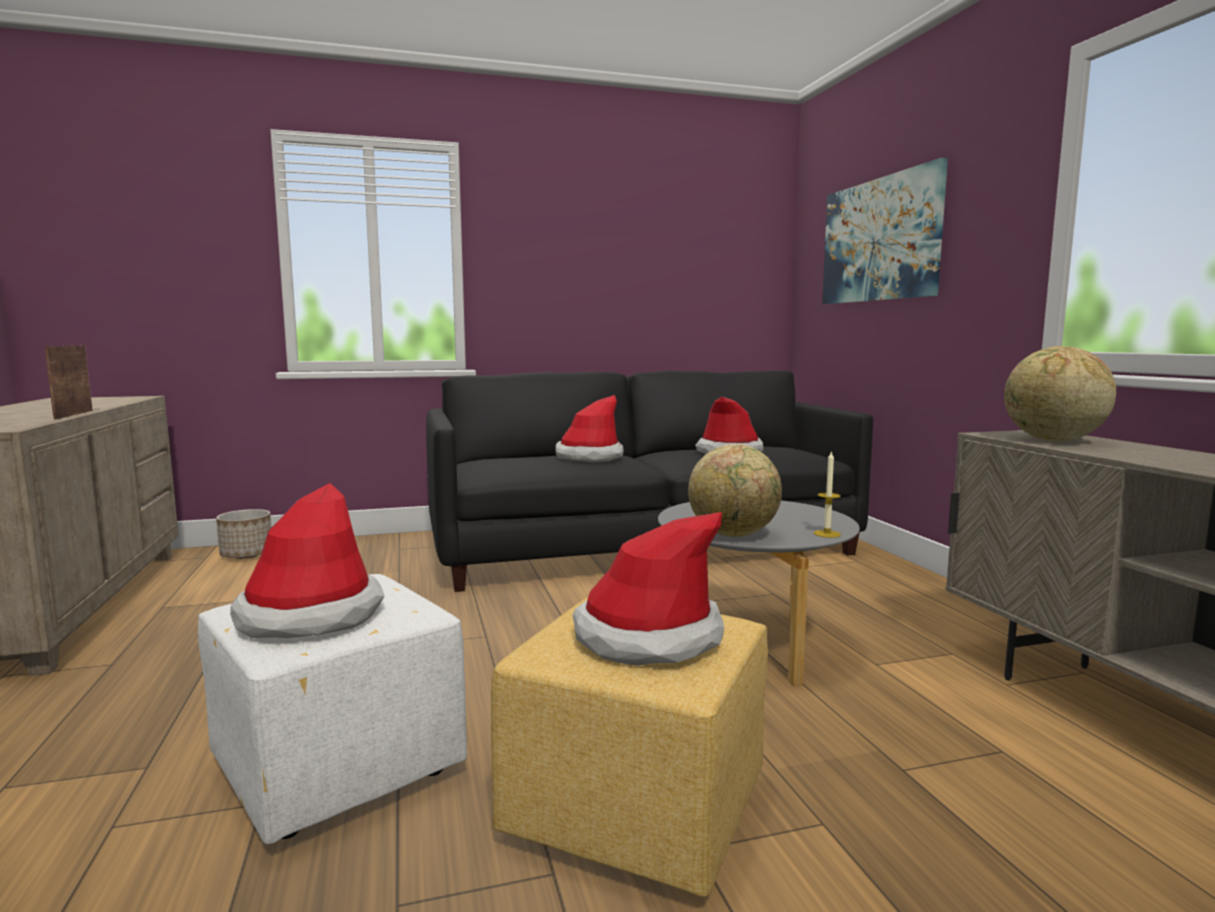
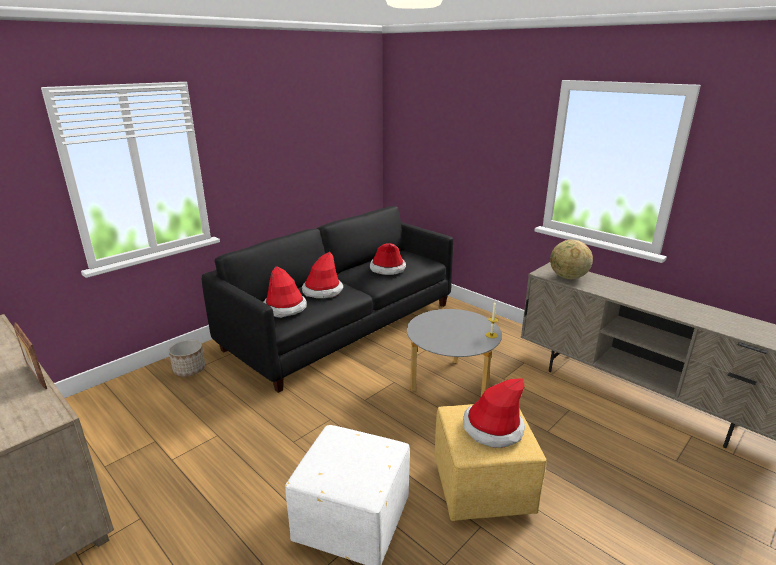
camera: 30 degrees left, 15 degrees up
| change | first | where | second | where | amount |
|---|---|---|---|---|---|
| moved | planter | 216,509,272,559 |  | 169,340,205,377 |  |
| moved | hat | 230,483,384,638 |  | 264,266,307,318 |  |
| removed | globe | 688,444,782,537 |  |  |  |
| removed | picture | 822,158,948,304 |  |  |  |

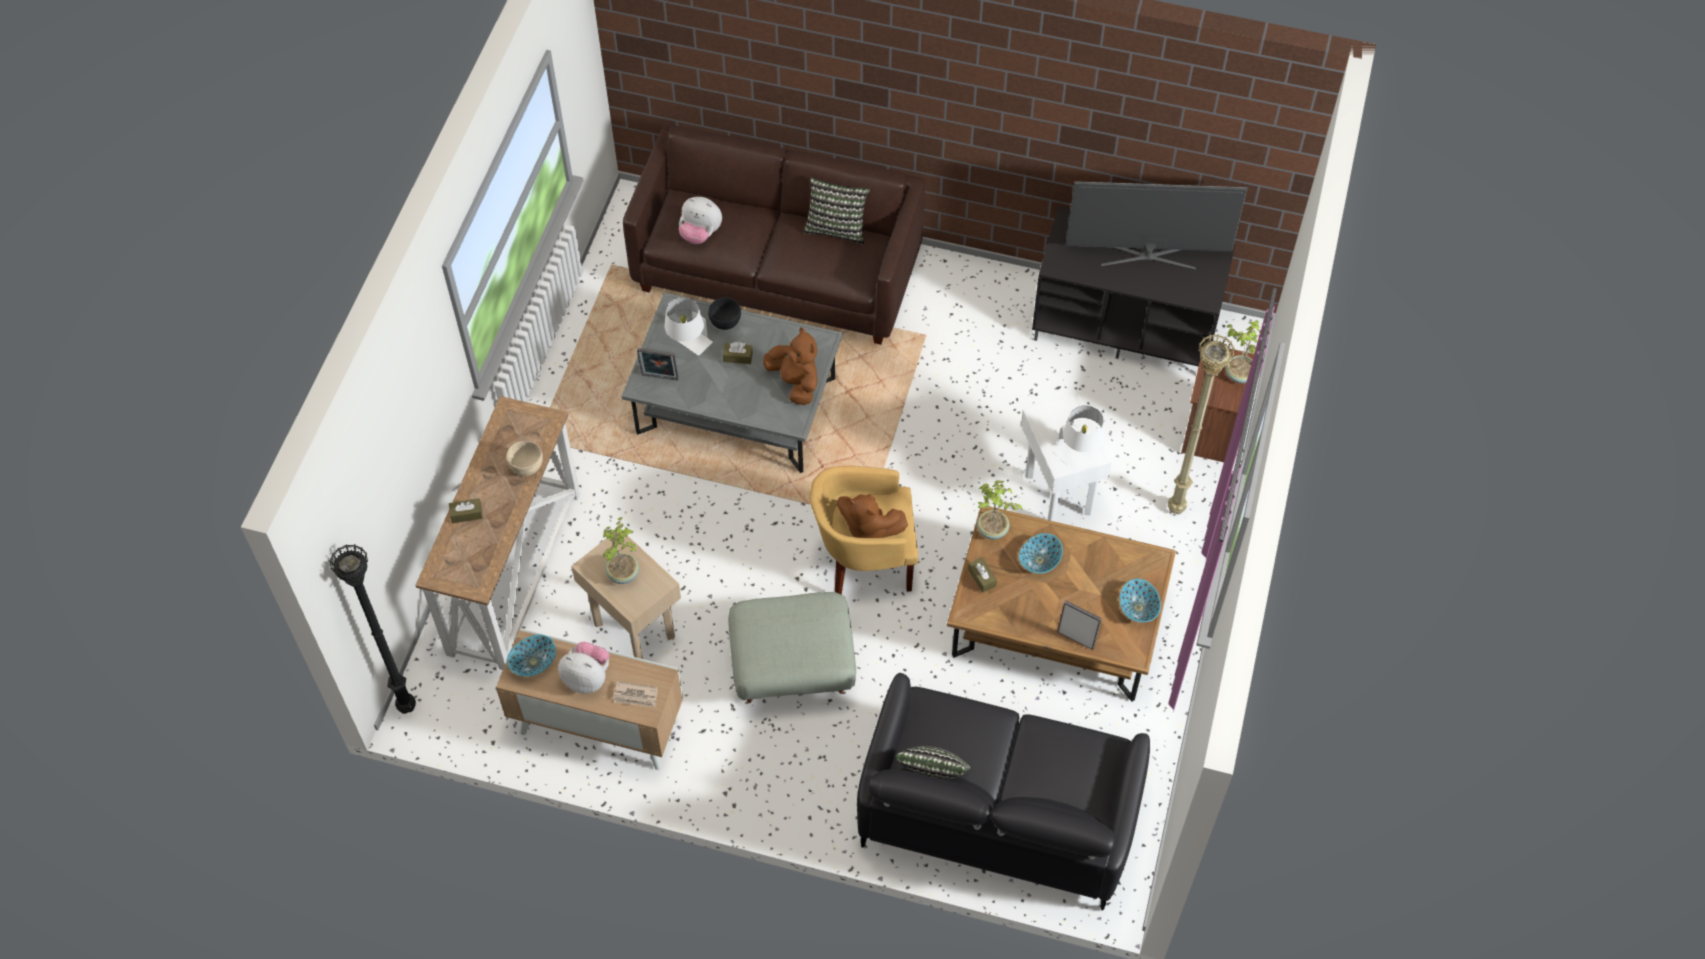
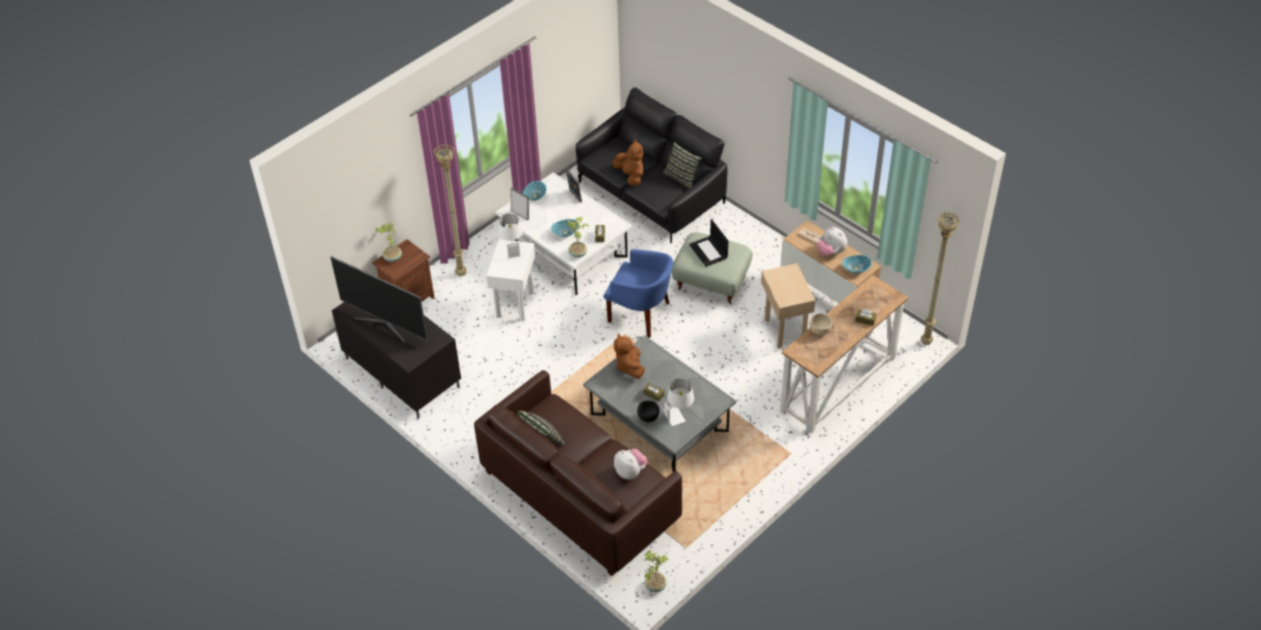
camera: 150 degrees left, 10 degrees down
| change | first | where | second | where | amount |
|---|---|---|---|---|---|
| recoloured | brown coffee table | 947,506,1176,701 | white coffee table | 495,172,632,295 |  |
| moved | picture frame | 637,348,679,380 |  | 511,188,529,220 |  |
| recoloured | yellow armchair | 810,466,918,595 | blue armchair | 604,249,673,338 |  |
| moved | brown plush toy | 837,494,908,538 |  | 612,139,644,186 |  |
| moved | potted plant | 602,517,639,584 |  | 644,550,668,592 |  |
| added |  |  | laptop | 689,219,728,267 |  |
| recoloured | black floor lamp | 329,544,416,714 | beige floor lamp | 921,212,960,345 |  |

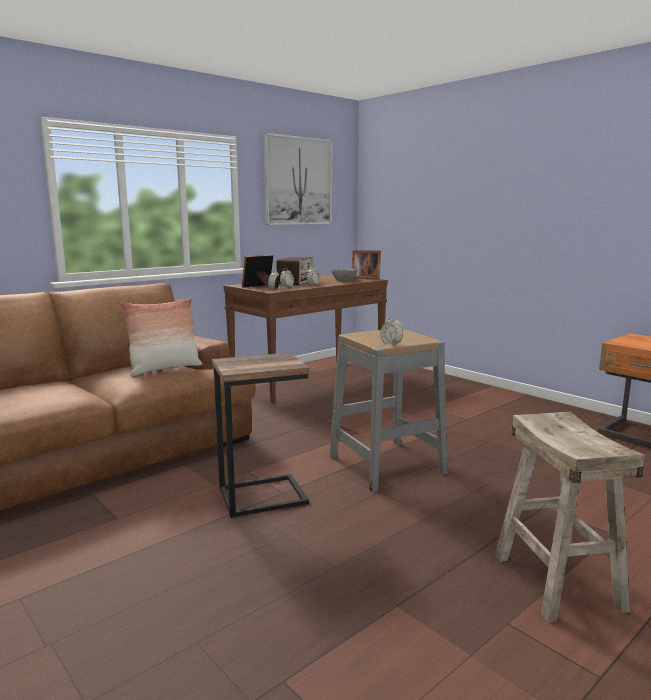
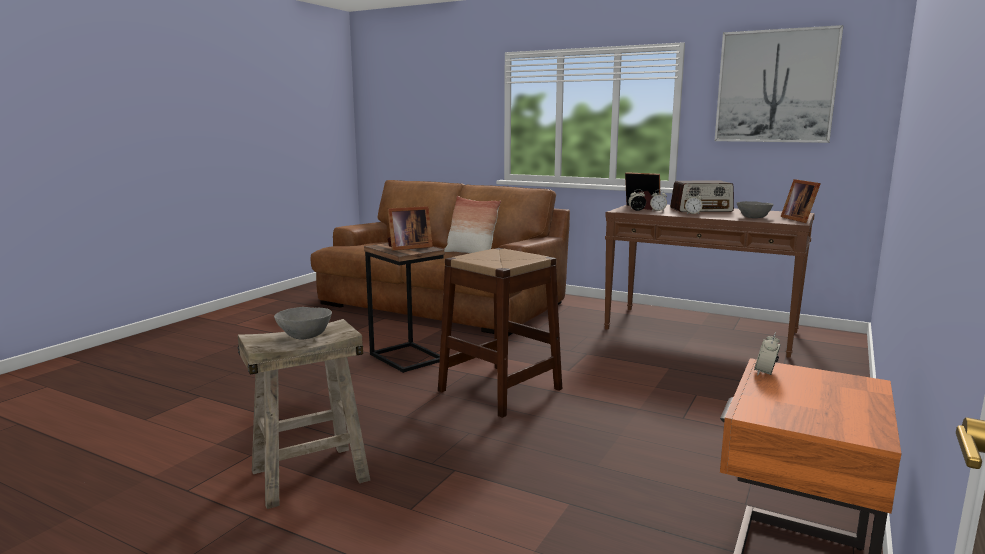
camera: 70 degrees right, 0 degrees up
| change | first | where | second | where | amount |
|---|---|---|---|---|---|
| added |  |  | grey bowl | 274,307,332,340 |  |
| added |  |  | picture frame | 387,206,433,251 |  |
| recoloured | grey stool | 329,329,448,492 | brown stool | 438,248,562,418 |  |
| moved | alarm clock | 380,316,403,346 |  | 754,332,781,376 |  |

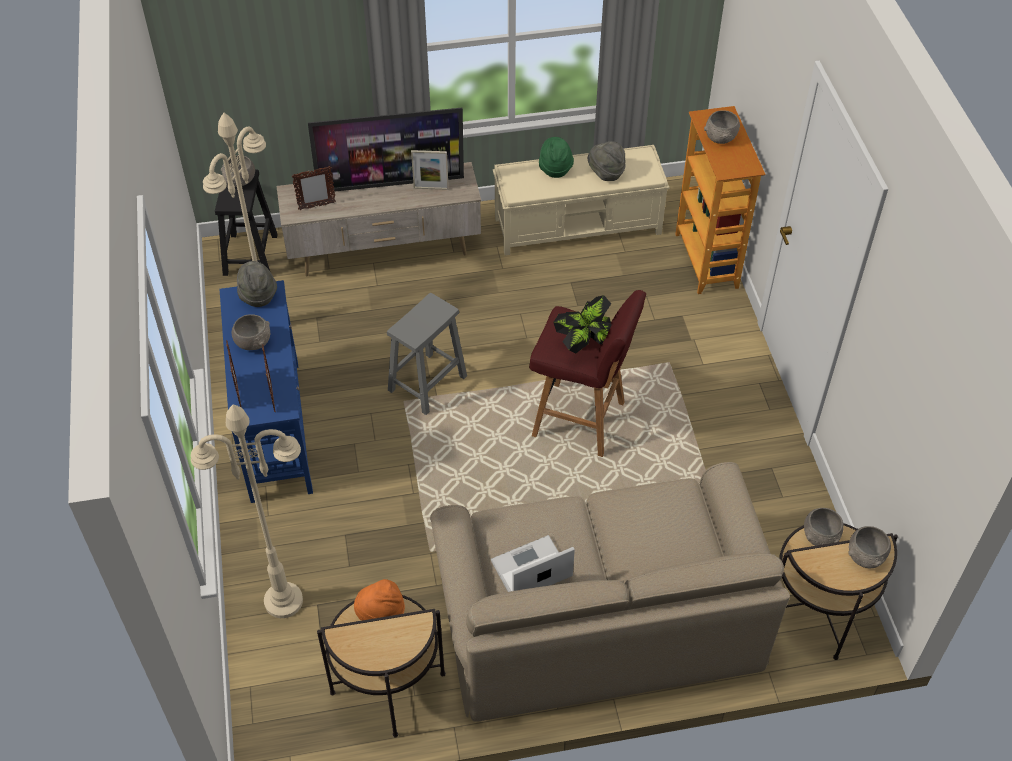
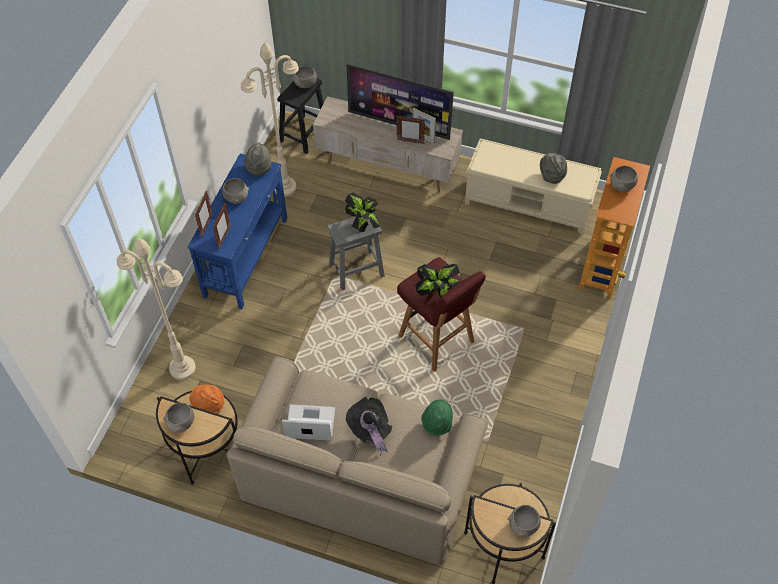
camera: 30 degrees right, 5 degrees up
| change | first | where | second | where | amount |
|---|---|---|---|---|---|
| moved | grey bowl | 804,508,844,546 |  | 163,403,195,432 |  |
| added |  |  | potted plant | 345,193,380,233 |  |
| added |  |  | black hat | 346,397,392,456 |  |
| moved | picture frame | 292,166,336,210 |  | 396,115,425,144 |  |
| moved | green hat | 539,137,574,178 |  | 421,399,453,436 |  |

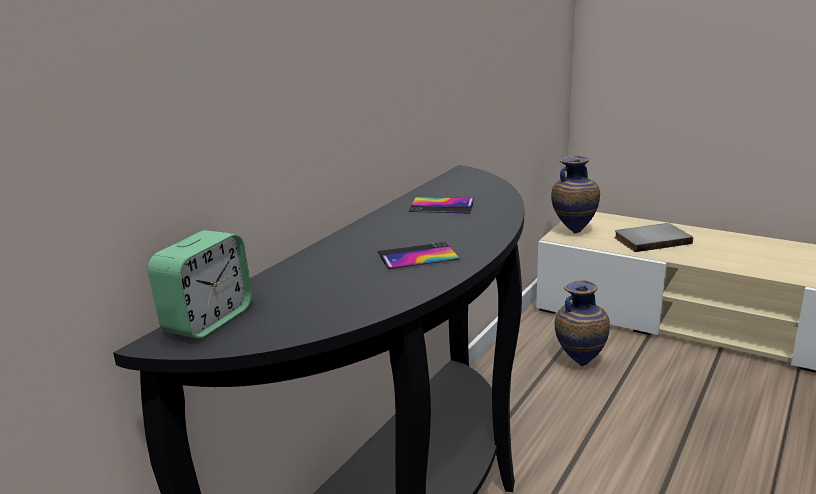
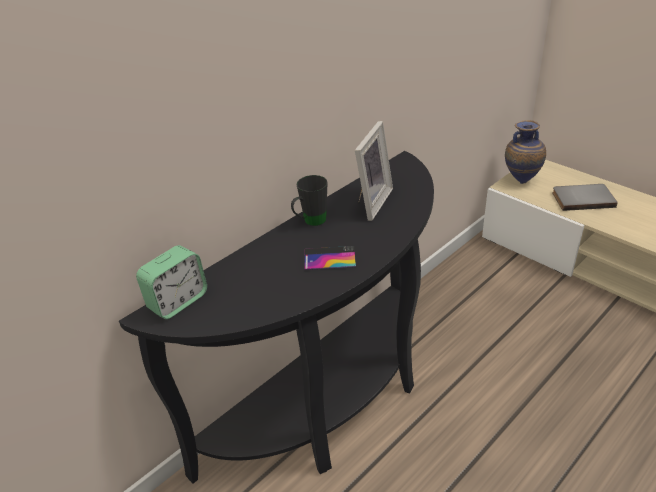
camera: 15 degrees right, 15 degrees up
| change | first | where | second | where | amount |
|---|---|---|---|---|---|
| added |  |  | black mug | 291,175,328,226 |  |
| replaced | phone | 409,197,474,214 | picture frame | 355,121,393,221 |  |
| removed | vase | 555,280,610,366 |  |  |  |

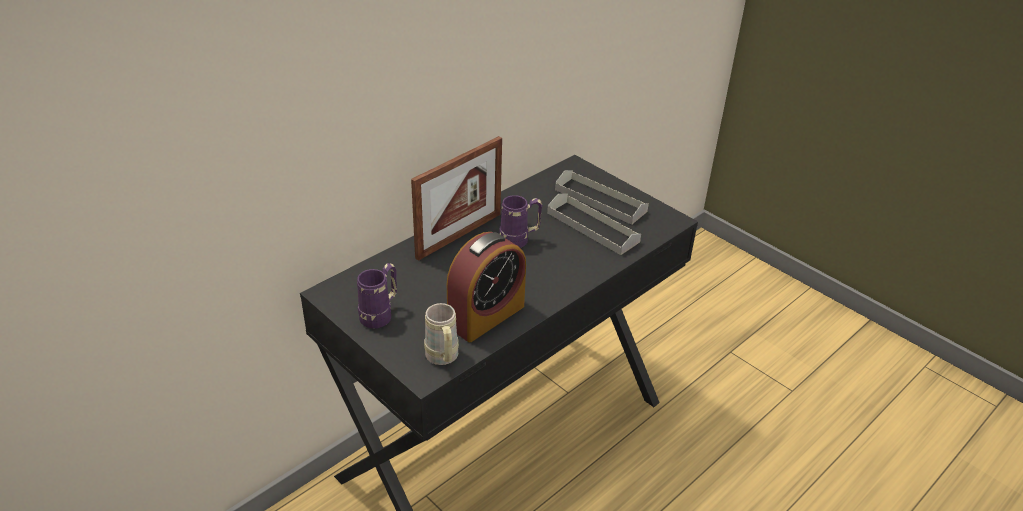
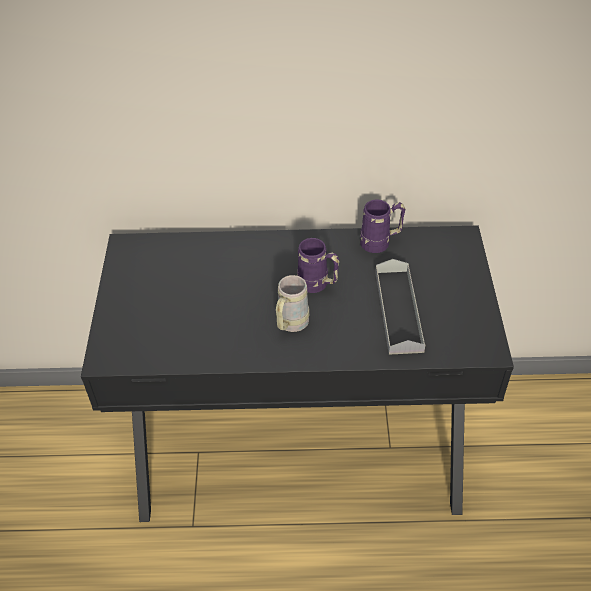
camera: 45 degrees right, 10 degrees up
| change | first | where | second | where | amount |
|---|---|---|---|---|---|
| moved | beige mug | 424,303,459,365 |  | 276,275,309,332 |  |
| moved | purple mug | 357,263,397,328 |  | 360,200,405,253 |  |
| removed | picture frame | 411,136,502,261 |  |  |  |
| removed | alarm clock | 447,232,526,342 |  |  |  |
| removed | grey tray | 555,170,649,225 |  |  |  |

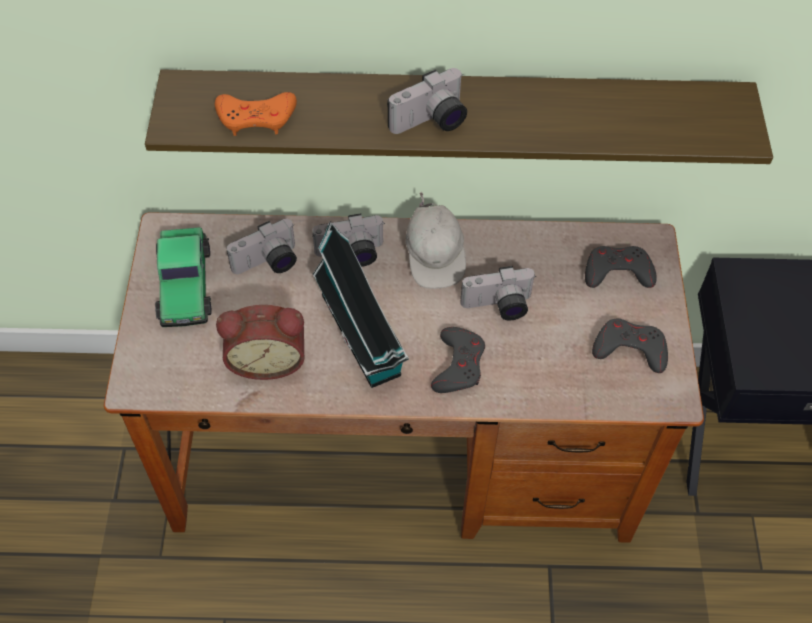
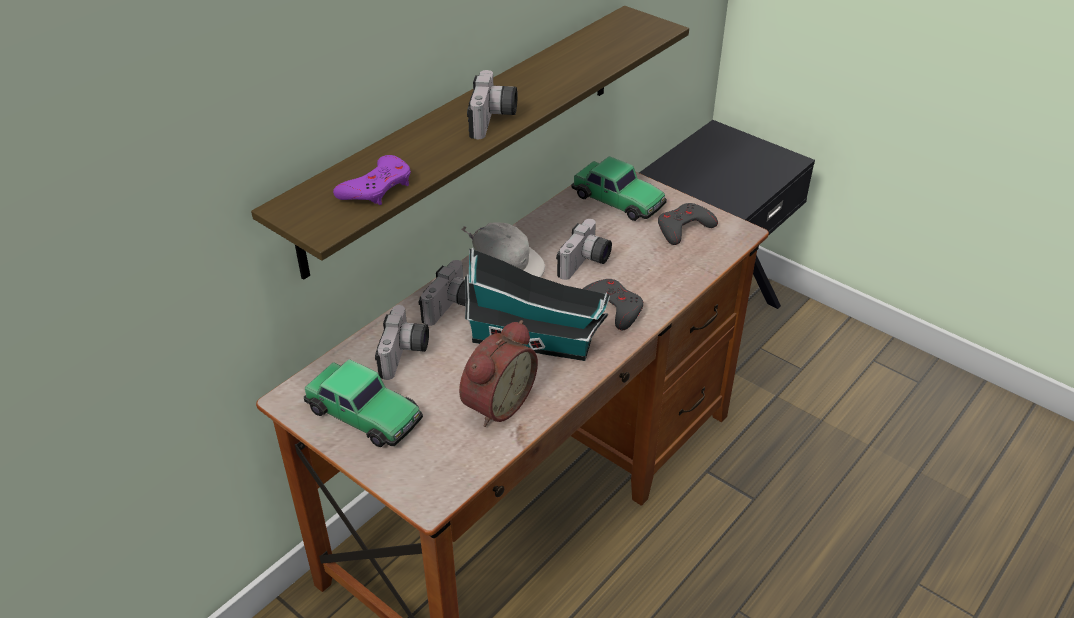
camera: 50 degrees left, 15 degrees down
| change | first | where | second | where | amount |
|---|---|---|---|---|---|
| recoloured | orange game controller | 215,92,297,136 | purple game controller | 333,155,411,205 |  |
| replaced | grey game controller | 585,246,657,288 | toy car | 572,156,667,221 |  |

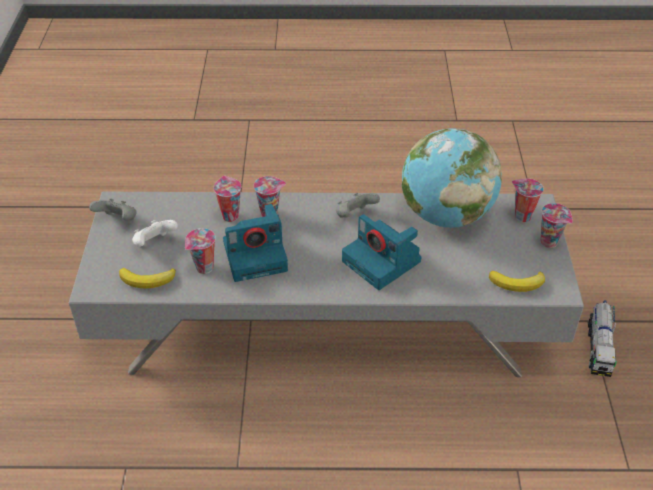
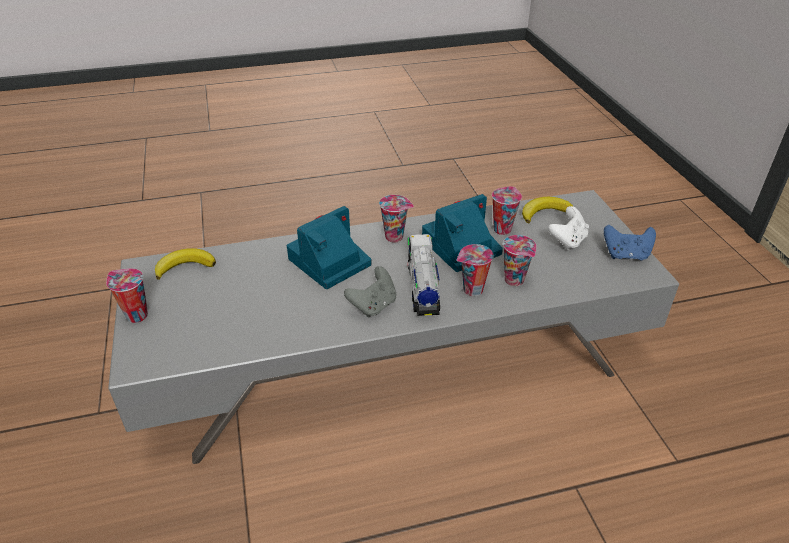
camera: 165 degrees right, 5 degrees down
| change | first | where | second | where | amount |
|---|---|---|---|---|---|
| turned | photo camera | 342,214,421,290 |  | 287,206,372,289 | 75 degrees counterclockwise |
| moved | cup | 512,178,544,222 |  | 379,195,414,243 |  |
| moved | toy truck | 588,300,617,377 |  | 407,234,440,316 |  |
| recoloured | grey game controller | 89,198,137,220 | blue game controller | 604,225,656,260 |  |
| removed | globe | 402,128,502,228 |  |  |  |

